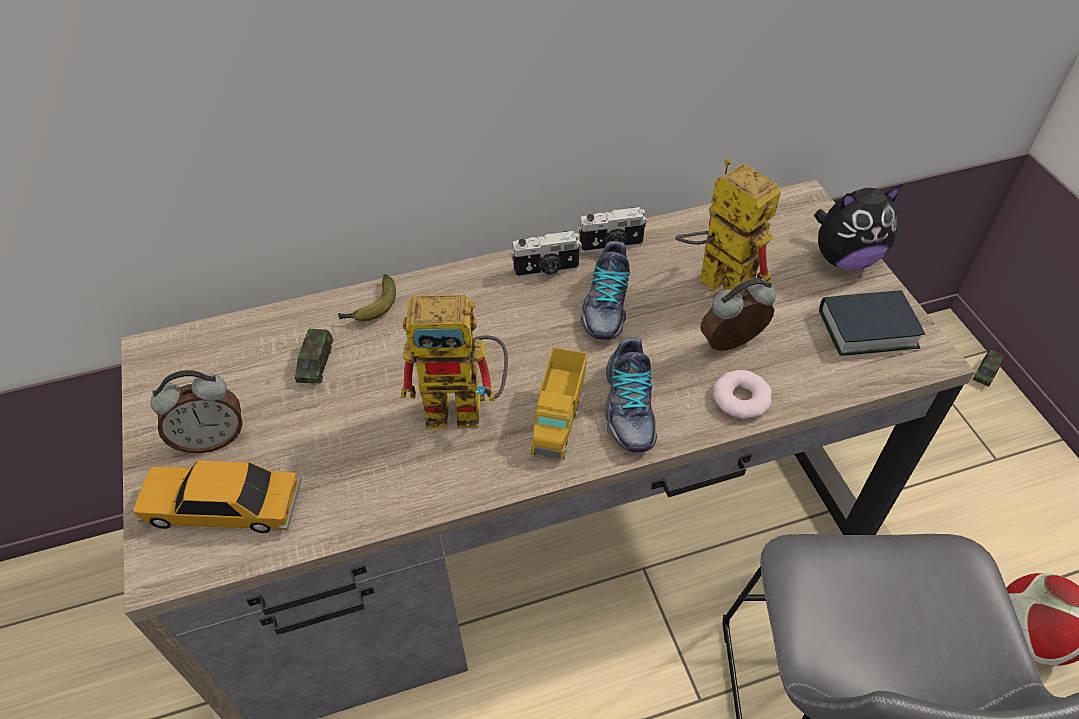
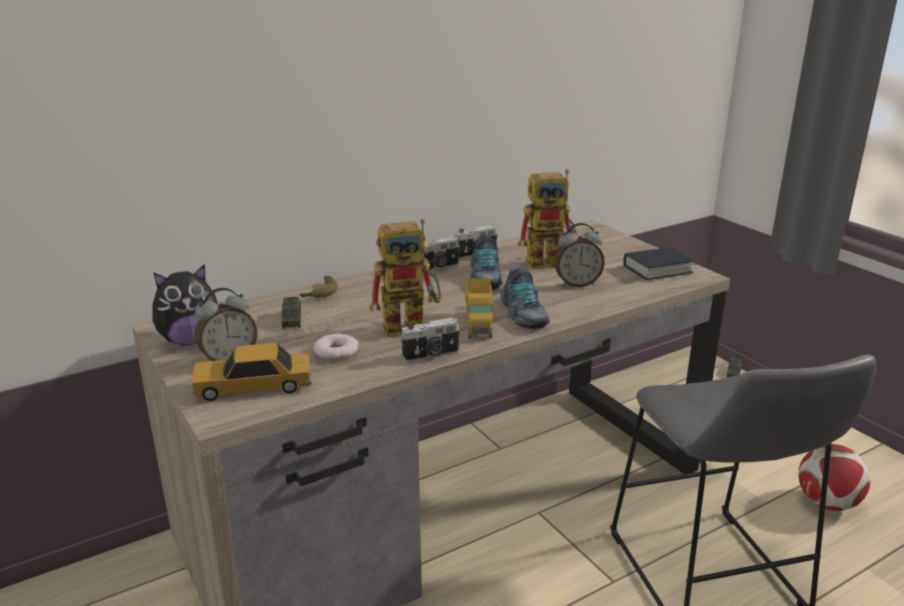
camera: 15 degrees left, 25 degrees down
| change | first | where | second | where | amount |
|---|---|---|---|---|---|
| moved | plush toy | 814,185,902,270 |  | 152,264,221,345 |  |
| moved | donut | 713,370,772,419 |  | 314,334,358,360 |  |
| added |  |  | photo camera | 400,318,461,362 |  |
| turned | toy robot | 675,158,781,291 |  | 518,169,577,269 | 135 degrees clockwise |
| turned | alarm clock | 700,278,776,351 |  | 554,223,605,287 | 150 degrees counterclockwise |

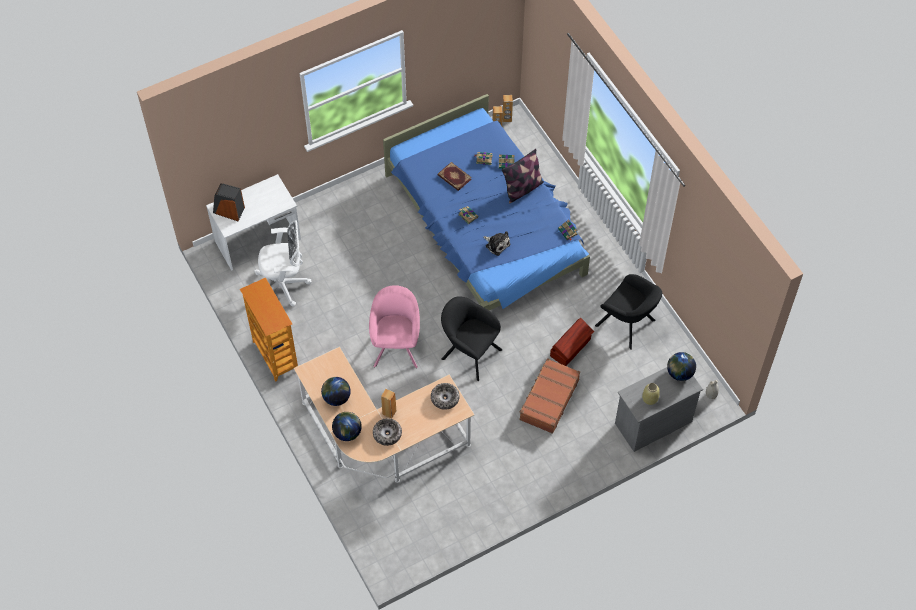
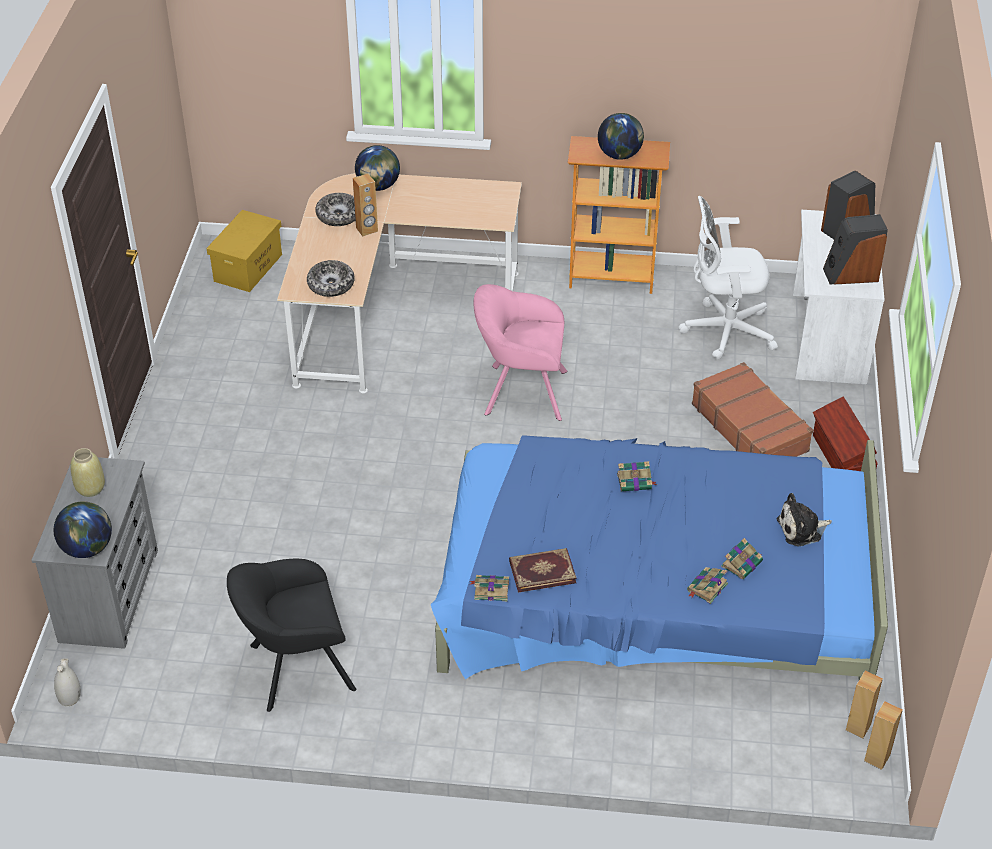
camera: 125 degrees right, 15 degrees down
| change | first | where | second | where | amount |
|---|---|---|---|---|---|
| added |  |  | yellow storage box | 206,210,282,292 |  |
| turned | pink armchair | 369,285,420,368 |  | 473,284,567,421 | 150 degrees clockwise |
| moved | book | 438,162,472,191 |  | 509,548,577,592 |  |
| moved | globe | 321,377,351,406 |  | 598,113,644,160 |  |
| turned | white office chair | 254,220,311,307 |  | 679,196,778,360 | 60 degrees clockwise |
| moved | brown suitcase | 520,358,580,434 |  | 692,362,813,457 |  |
| moved | plush toy | 484,231,511,256 |  | 777,493,832,546 |  |
| moved | brown storage box | 550,318,594,366 |  | 813,396,878,471 |  |
| added |  |  | speaker | 823,214,888,285 |  |
| removed | black armchair | 441,296,502,381 |  |  |  |
| removed | pillow | 502,149,544,204 |  |  |  |

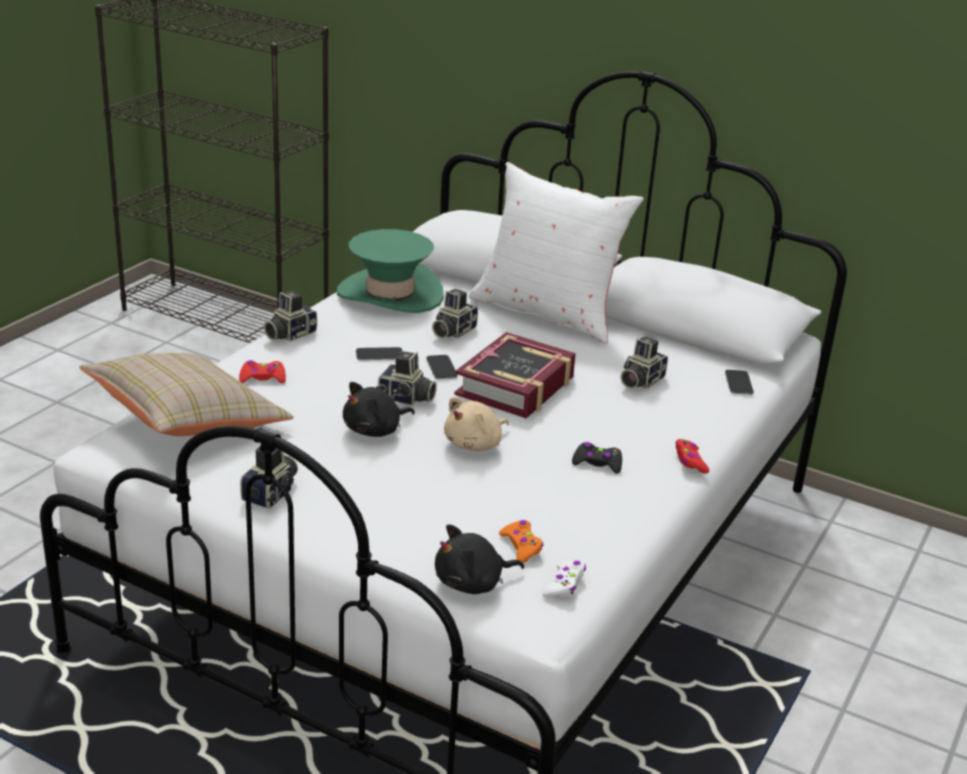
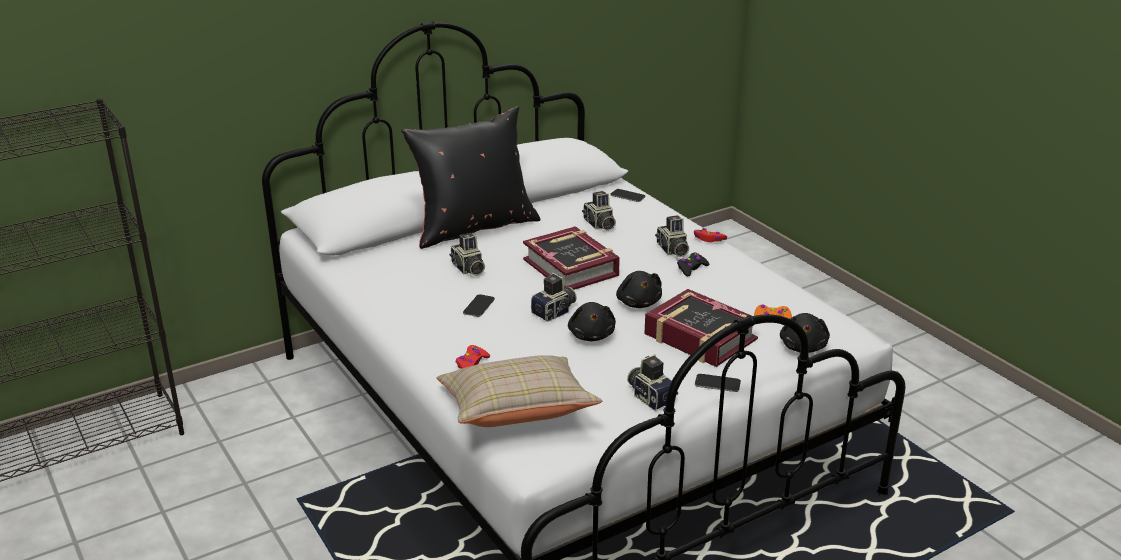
camera: 60 degrees left, 0 degrees up
| change | first | where | second | where | amount |
|---|---|---|---|---|---|
| recoloured | white pillow | 469,162,644,344 | black pillow | 401,106,541,249 |  |
| recoloured | beige plush toy | 444,397,509,451 | black plush toy | 616,271,662,308 |  |
| added |  |  | book | 644,289,758,367 |  |
| moved | photo camera | 264,291,317,342 |  | 655,215,689,257 |  |
| moved | phone | 426,355,458,379 |  | 695,374,741,392 |  |
| removed | green hat | 337,229,444,313 |  |  |  |
| removed | white game controller | 542,561,586,598 |  |  |  |

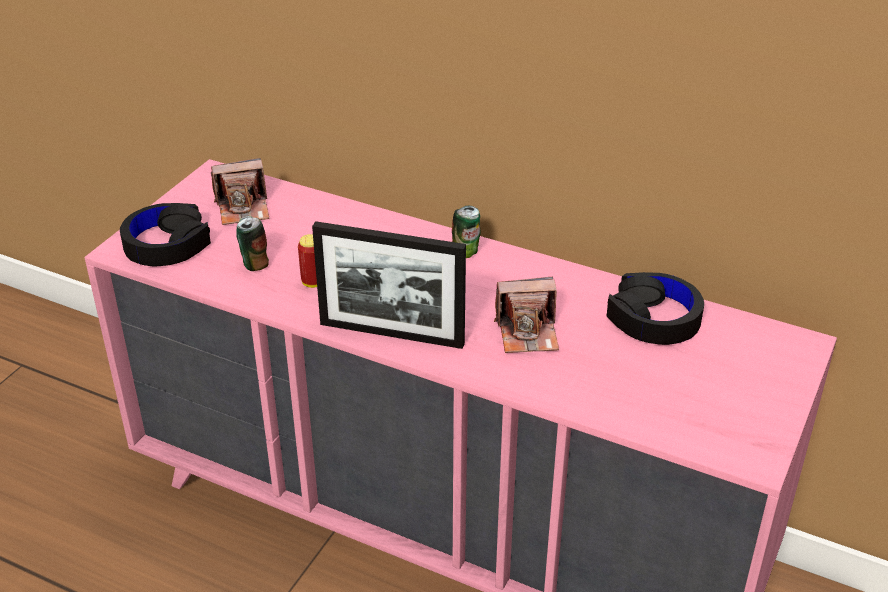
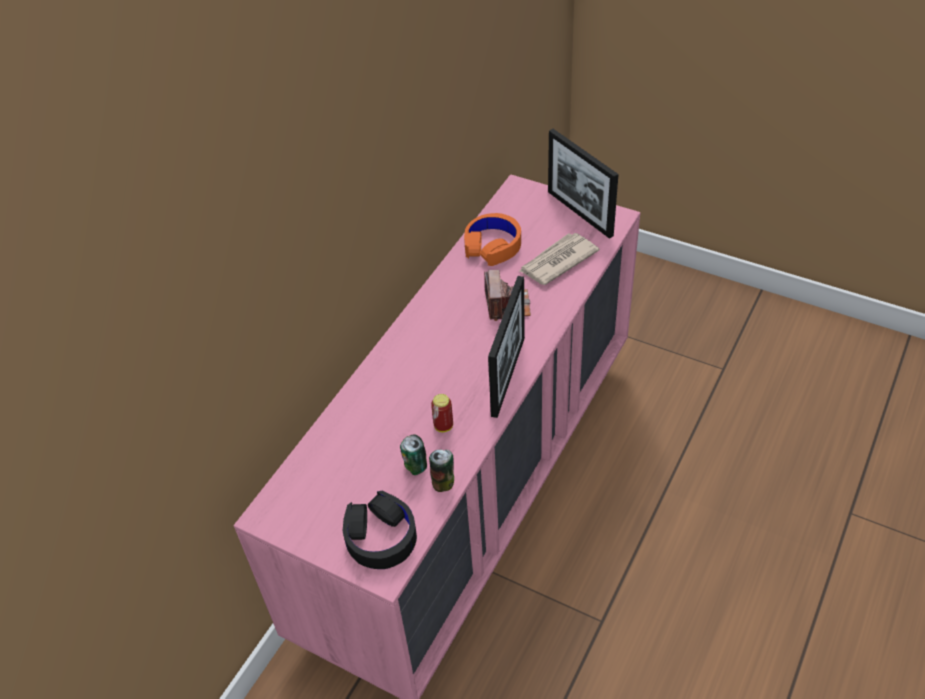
camera: 85 degrees left, 10 degrees up
| change | first | where | second | where | amount |
|---|---|---|---|---|---|
| moved | can | 452,206,481,258 |  | 429,450,454,492 |  |
| recoloured | black headphones | 607,272,704,345 | orange headphones | 464,213,521,266 |  |
| added |  |  | newspaper | 518,233,599,285 |  |
| added |  |  | picture frame | 548,129,619,239 |  |
| removed | photo camera | 211,158,269,225 |  |  |  |

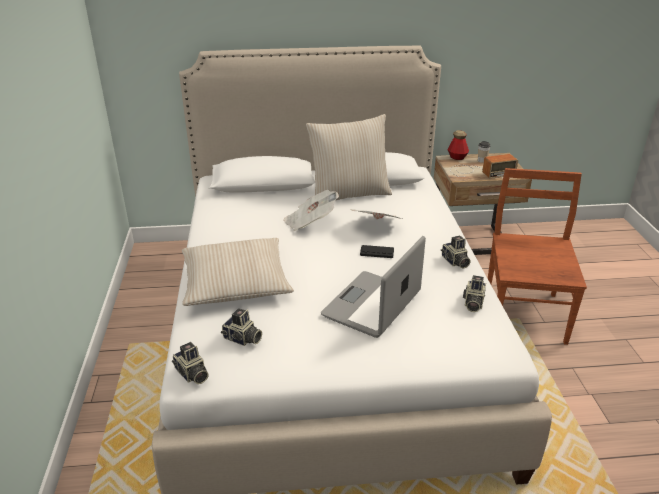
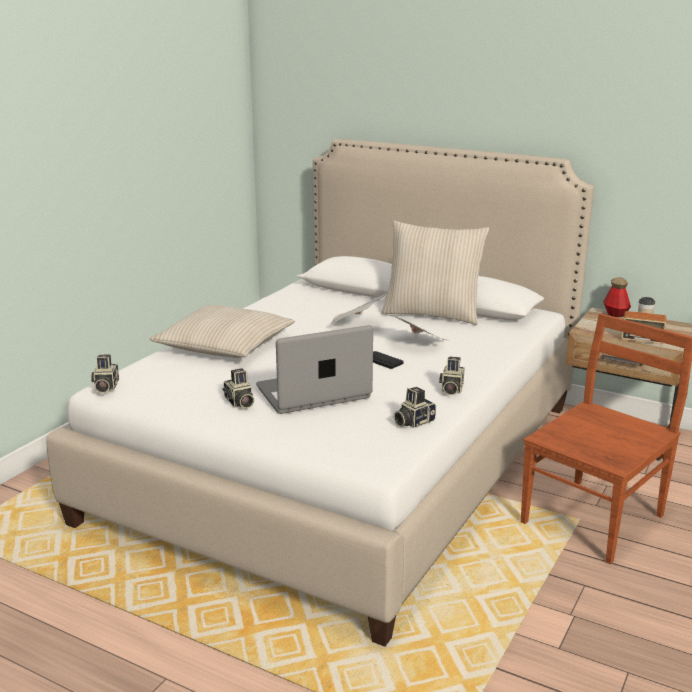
camera: 35 degrees right, 10 degrees down
| change | first | where | second | where | amount |
|---|---|---|---|---|---|
| moved | photo camera | 221,308,262,346 |  | 222,368,254,409 |  |

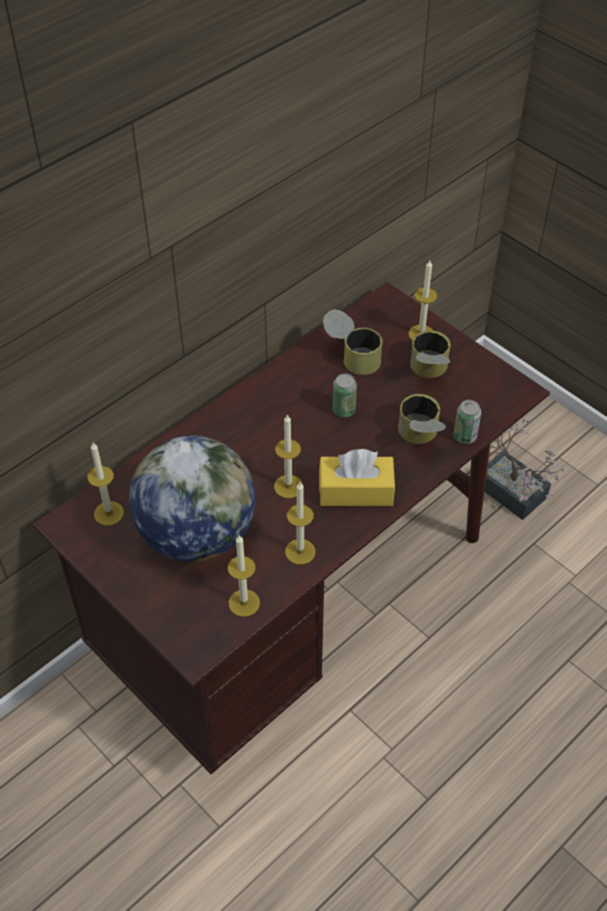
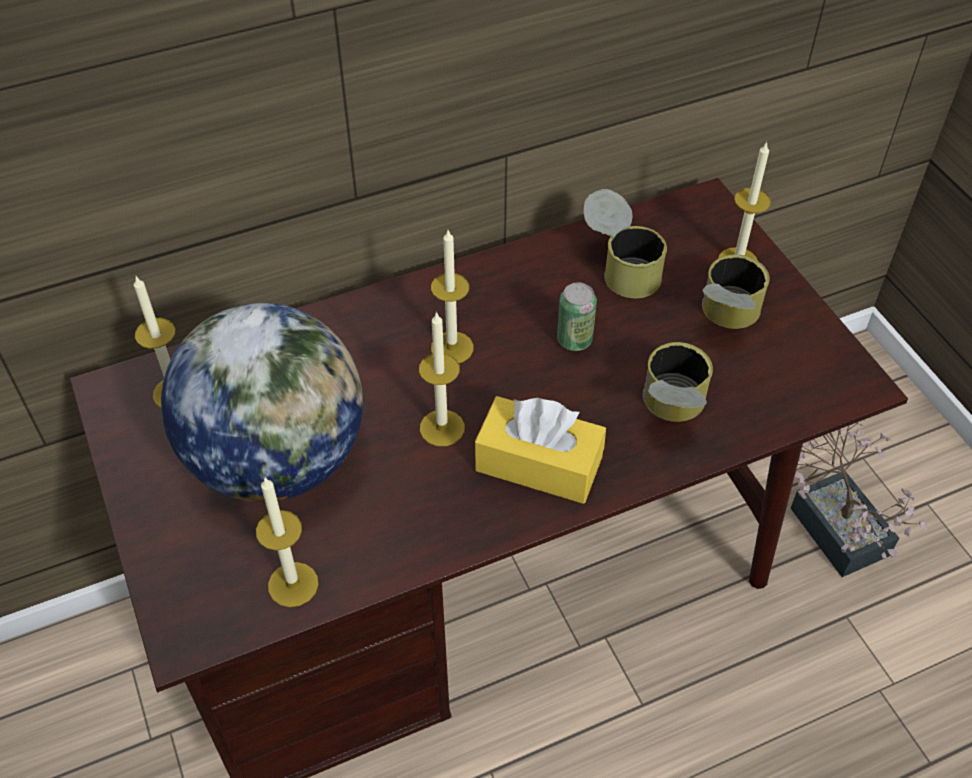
camera: 20 degrees right, 0 degrees up
| change | first | where | second | where | amount |
|---|---|---|---|---|---|
| moved | candle | 285,482,316,565 |  | 431,230,473,363 |  |
| removed | can | 453,400,481,444 |  |  |  |

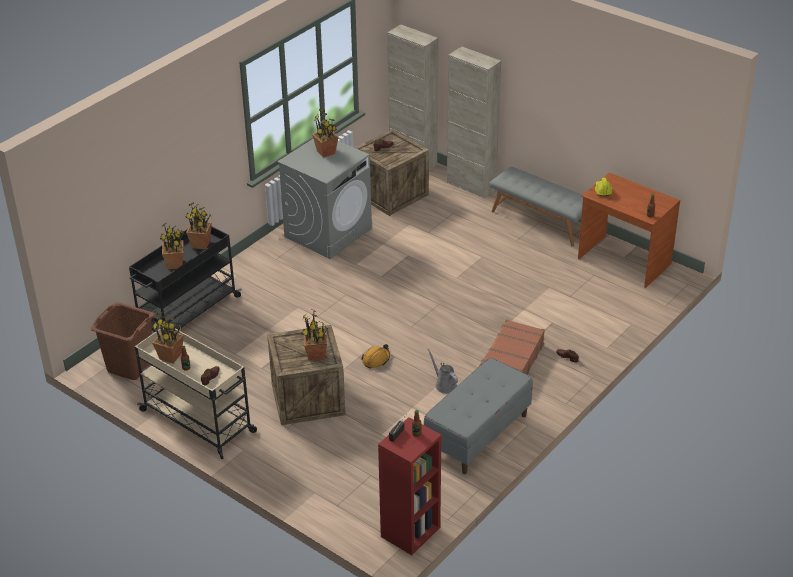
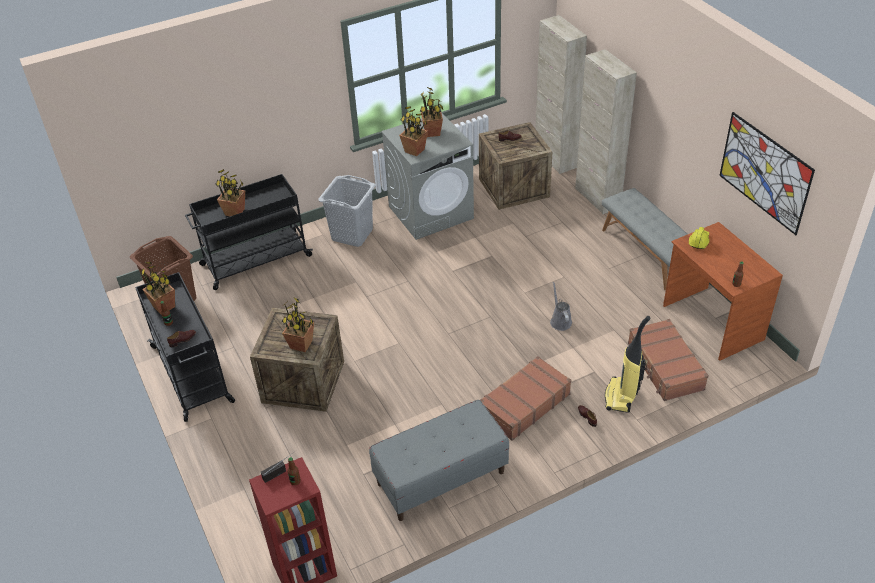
camera: 25 degrees right, 5 degrees up
| change | first | where | second | where | amount |
|---|---|---|---|---|---|
| recoloured | beige cart | 135,327,257,459 | black cart | 135,272,235,422 |  |
| added |  |  | grey laundry basket | 318,175,376,247 |  |
| moved | potted plant | 185,202,212,250 |  | 399,106,428,156 |  |
| moved | grey watering can | 427,349,458,394 |  | 550,282,572,331 |  |
| added |  |  | vacuum cleaner | 605,316,650,413 |  |
| added |  |  | brown suitcase | 628,319,709,401 |  |
| added |  |  | picture | 719,112,815,235 |  |
| removed | orange hard hat | 361,344,390,368 |  |  |  |

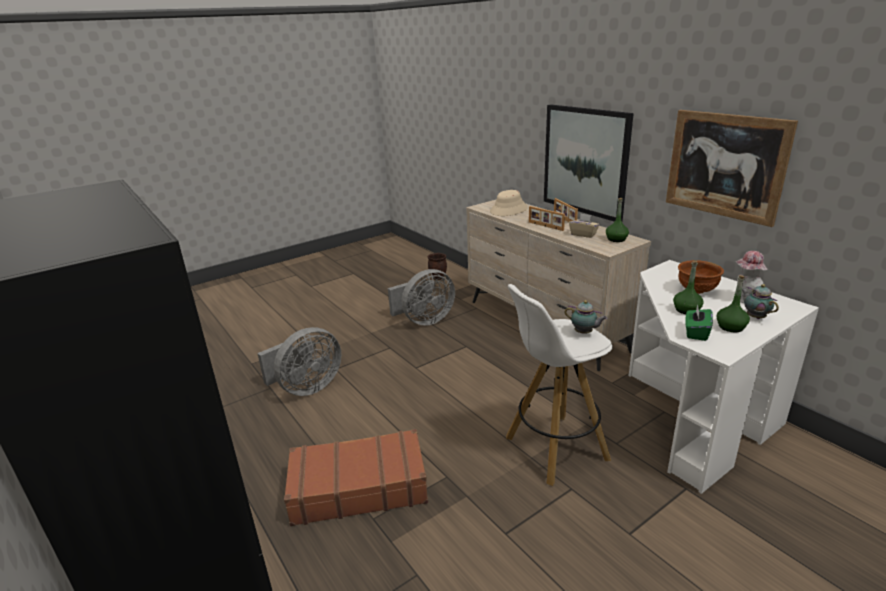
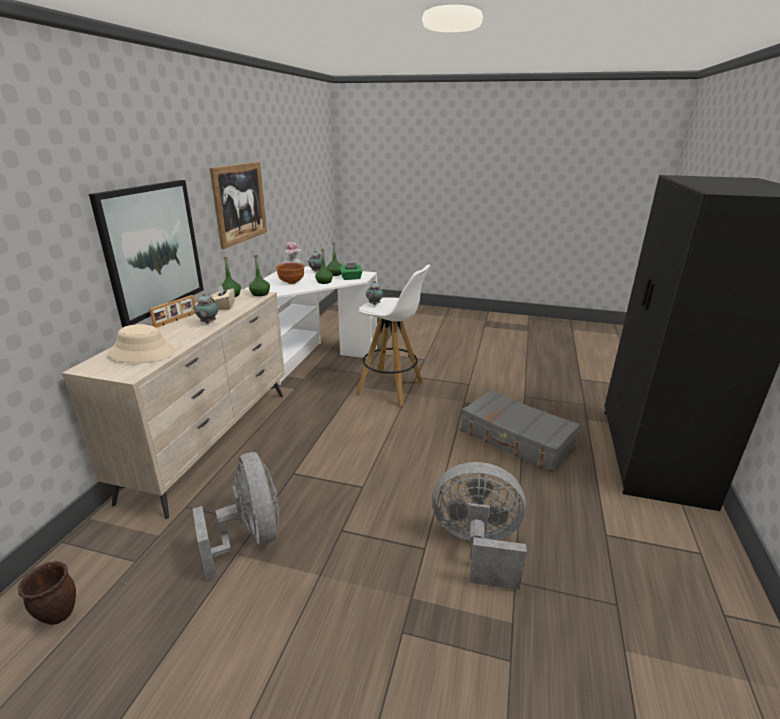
camera: 130 degrees left, 0 degrees up
| change | first | where | second | where | amount |
|---|---|---|---|---|---|
| turned | grey fan | 388,269,455,326 |  | 193,452,279,580 | 45 degrees clockwise |
| replaced | picture frame | 529,206,565,231 | teapot | 195,293,218,324 |  |
| added |  |  | green bottle | 249,255,270,296 |  |
| recoloured | brown suitcase | 284,429,428,526 | grey suitcase | 460,390,580,472 |  |

